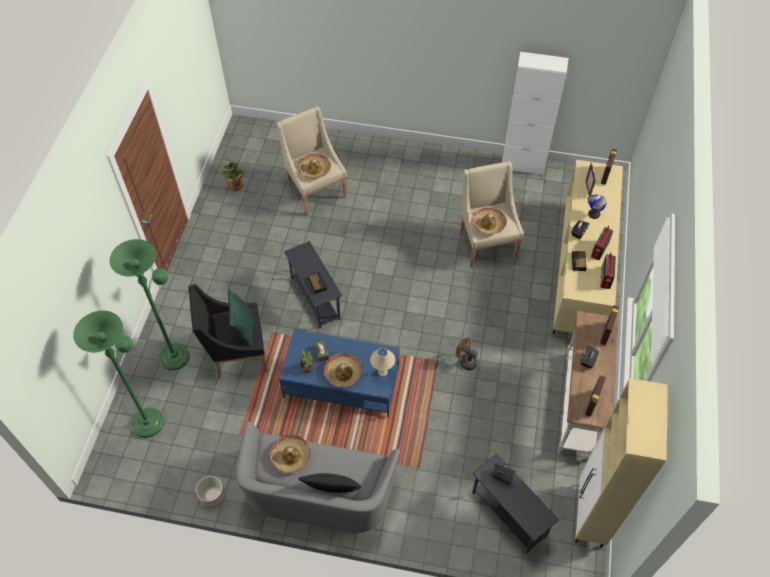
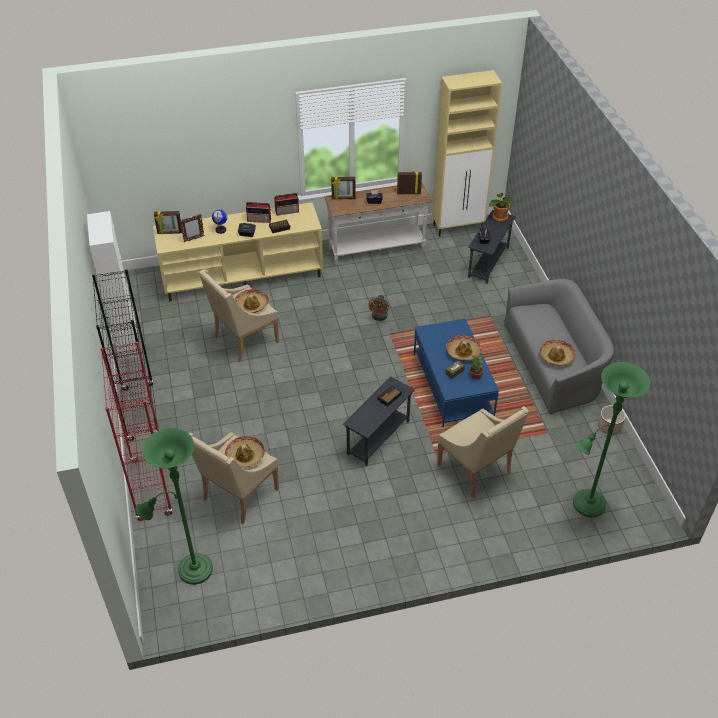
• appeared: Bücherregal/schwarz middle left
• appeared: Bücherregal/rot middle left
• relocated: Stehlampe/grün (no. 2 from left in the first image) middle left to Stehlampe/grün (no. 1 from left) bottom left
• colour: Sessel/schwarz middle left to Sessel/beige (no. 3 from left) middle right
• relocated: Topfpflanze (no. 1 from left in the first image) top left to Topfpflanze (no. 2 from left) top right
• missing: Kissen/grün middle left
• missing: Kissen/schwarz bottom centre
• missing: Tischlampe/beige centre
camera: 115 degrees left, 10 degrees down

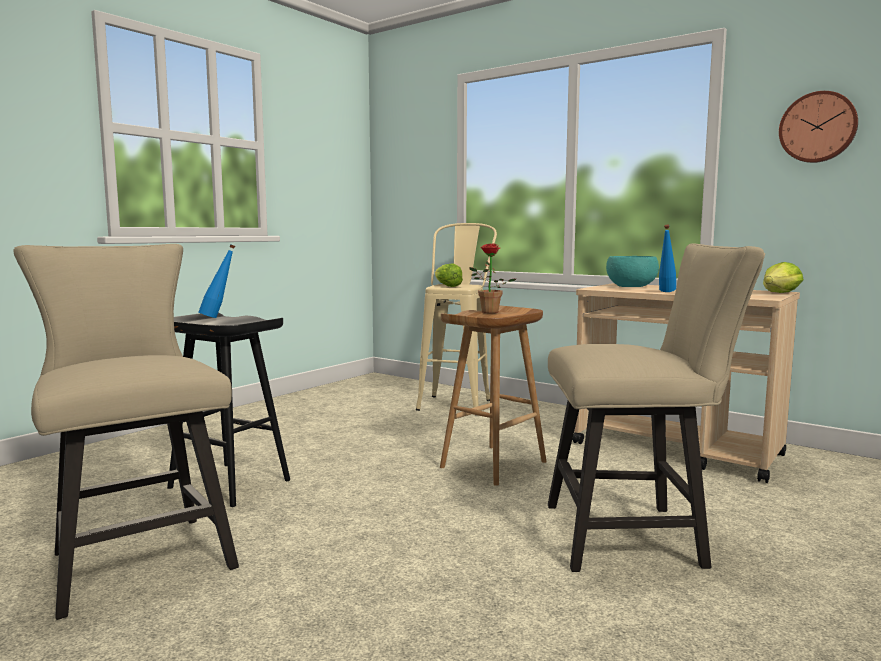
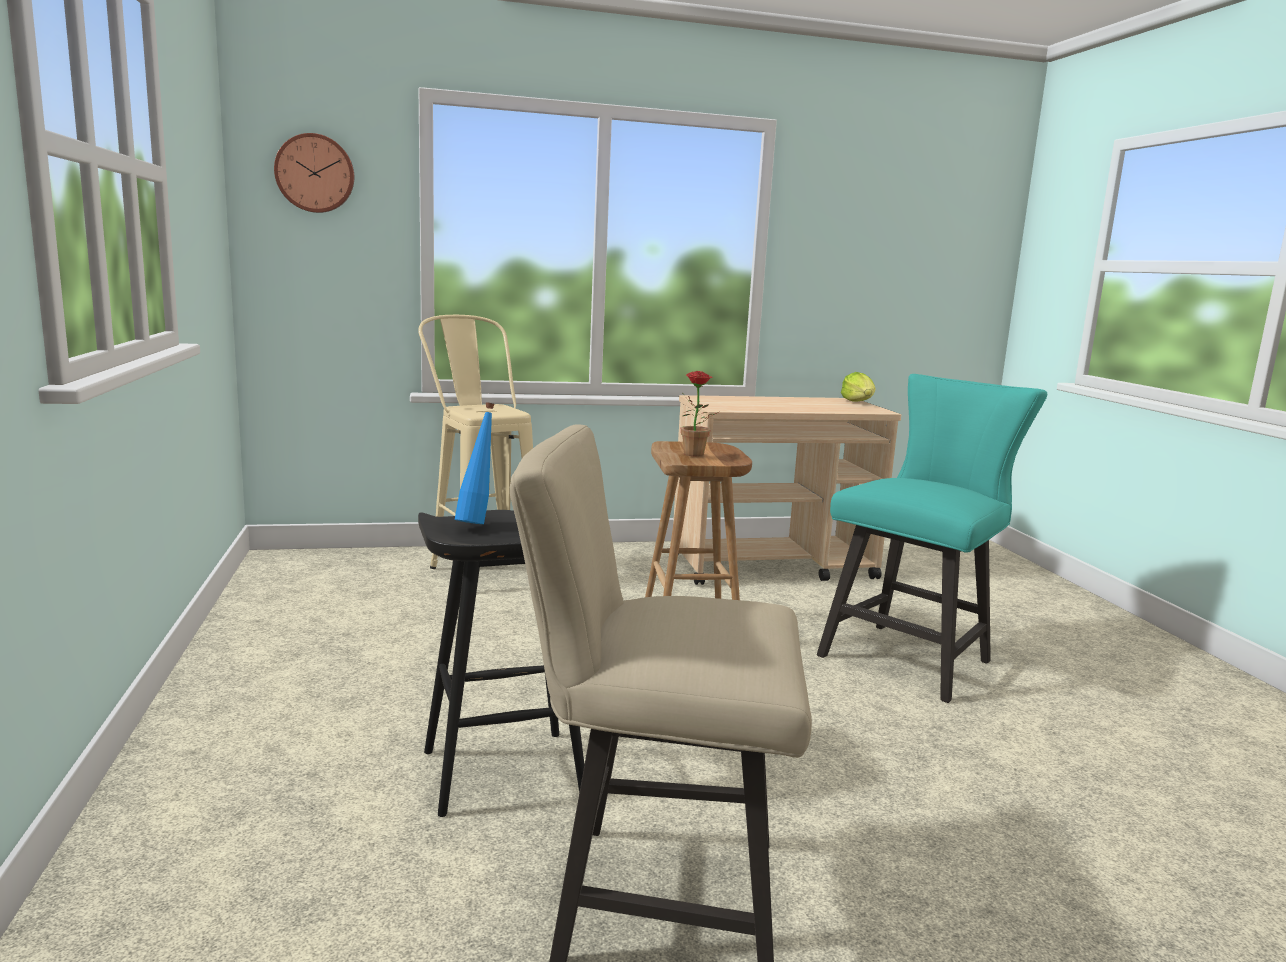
• relocated: Wanduhr top right to top left
• colour: Stuhl/beige (no. 2 from left) middle right to Stuhl/türkis middle right
• missing: Salatkopf (no. 1 from left) centre
• missing: Schüssel/türkis middle right
• missing: Flasche/blau (no. 2 from left) middle right
camera: 50 degrees left, 5 degrees up

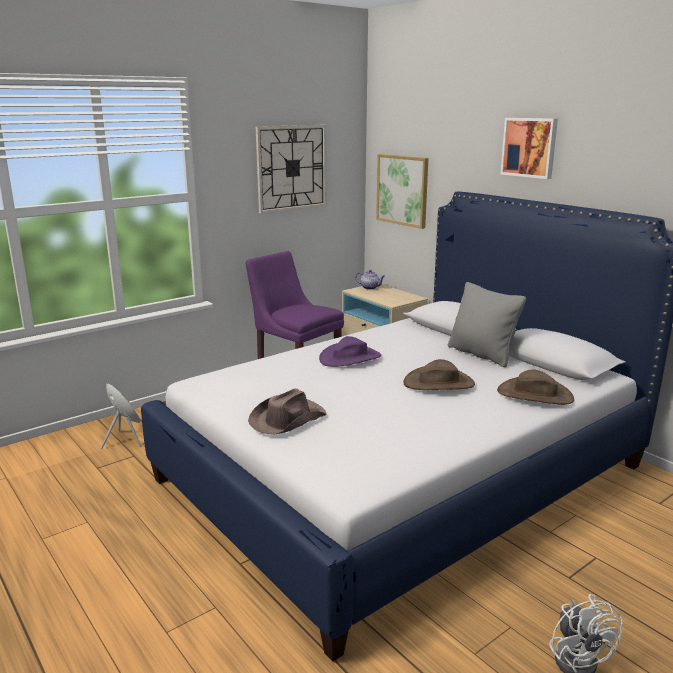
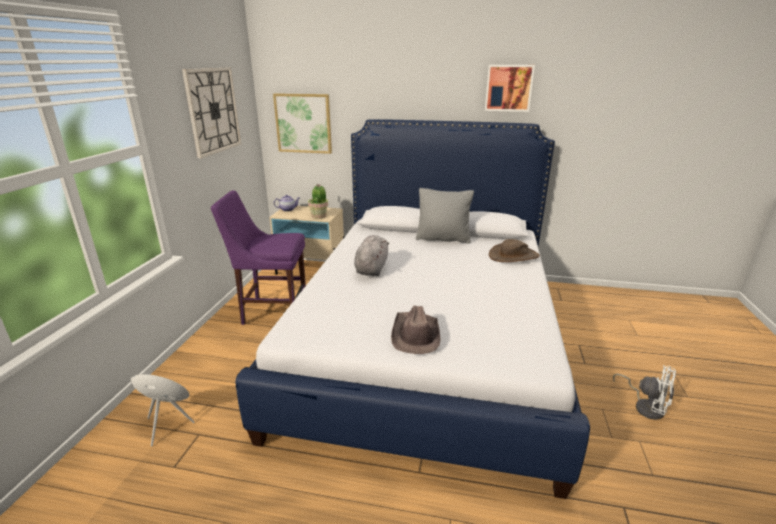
• appeared: Topfpflanze centre
• exchanged: Hut/lila centre to Plüschtier/grau centre
• relocated: Bild (no. 2 from left) top right to top centre
• missing: Hut/braun (no. 2 from left) centre
camera: 40 degrees left, 5 degrees up

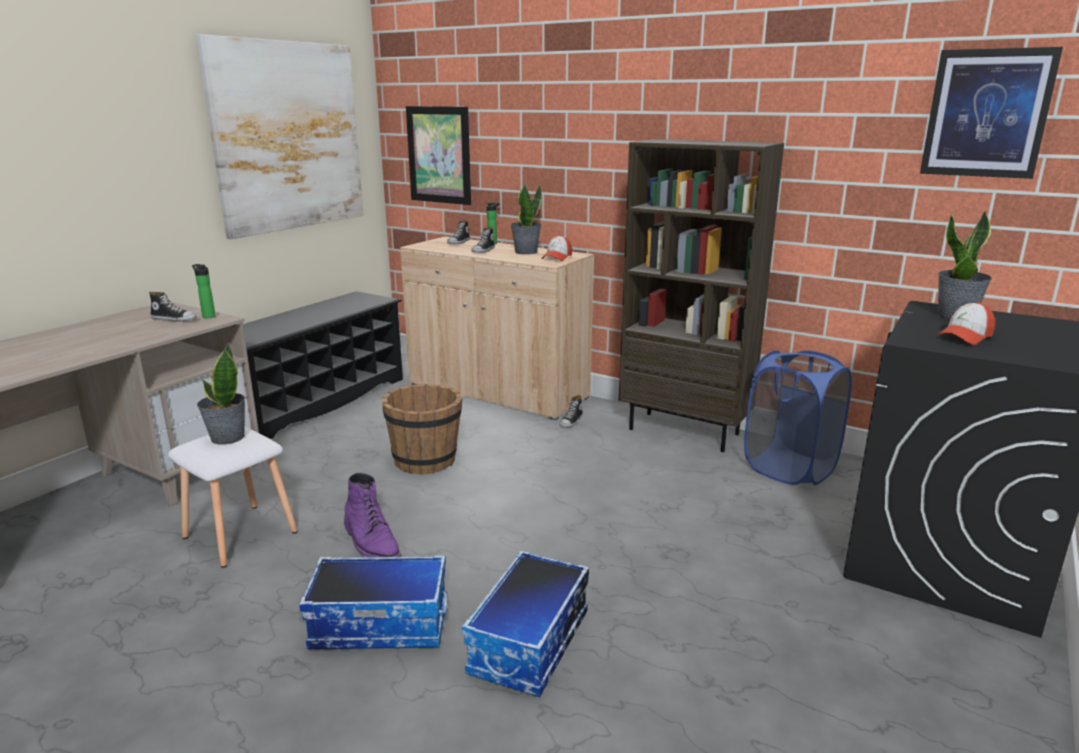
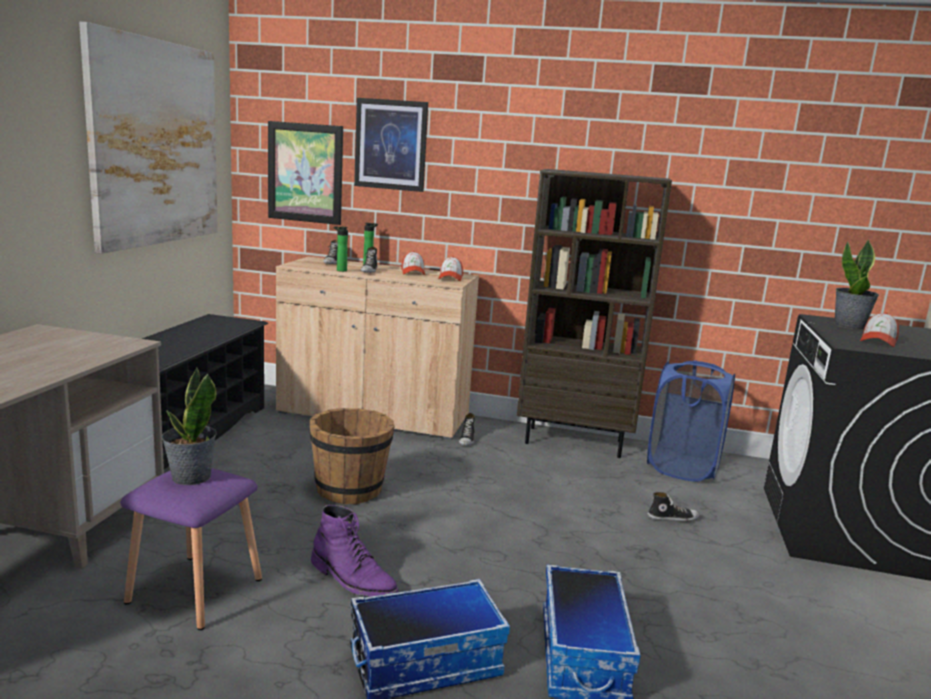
• colour: Hocker/weiß middle left to Hocker/lila bottom left
• relocated: Flasche (no. 1 from left) middle left to centre
• relocated: Bild (no. 3 from left) top right to top centre
• exchanged: Topfpflanze (no. 2 from left) top centre to Kappe (no. 1 from left) centre
• relocated: Schuh (no. 1 from left in the first image) middle left to Schuh (no. 4 from left) bottom right
camera: 20 degrees left, 5 degrees down

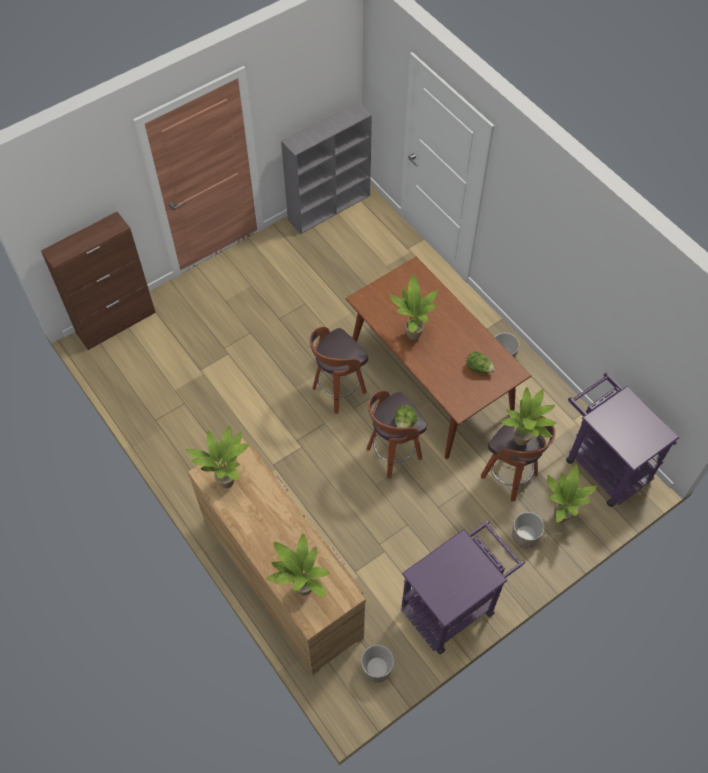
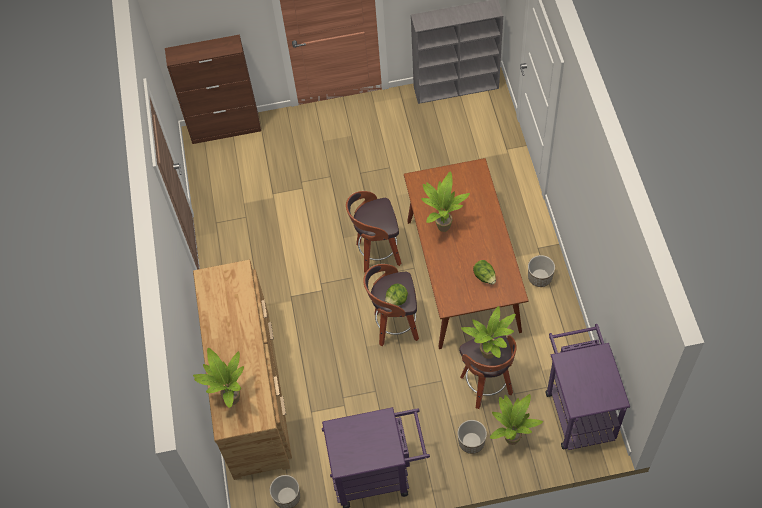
• missing: Topfpflanze (no. 1 from left) middle left
camera: 30 degrees right, 0 degrees up

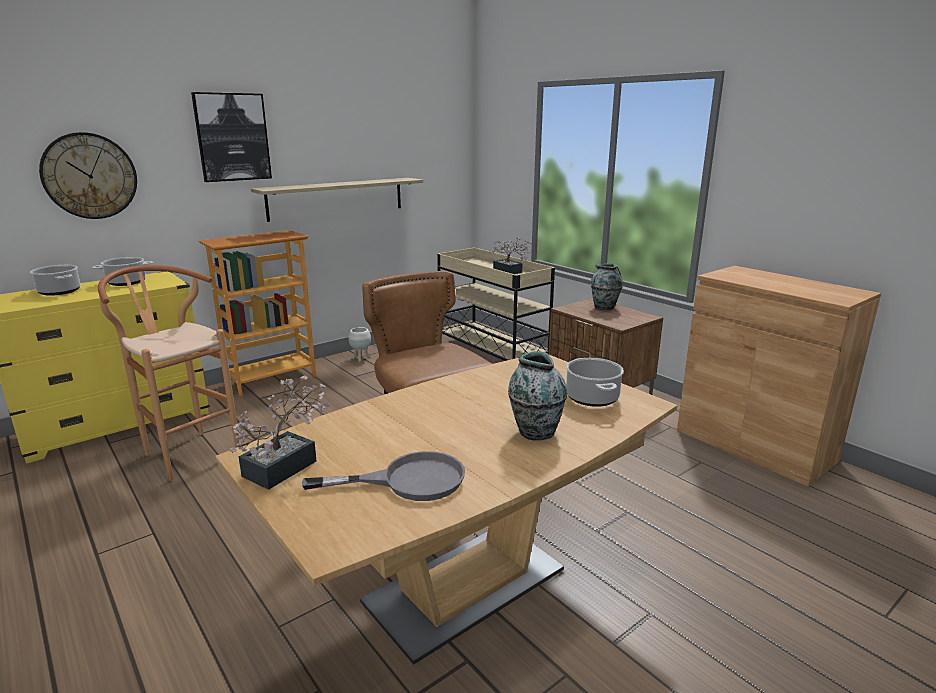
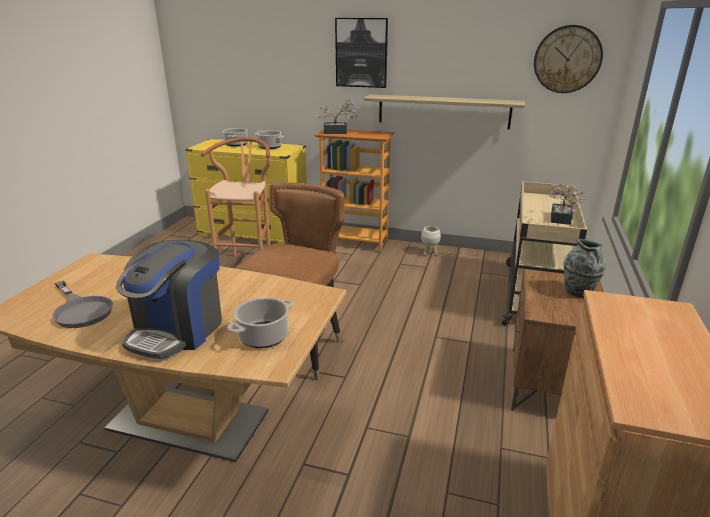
• exchanged: Vase (no. 1 from left) centre to Kaffeemaschine middle left
• relocated: Topfpflanze (no. 1 from left) middle left to top centre
• relocated: Wanduhr top left to top right
camera: 55 degrees right, 5 degrees up

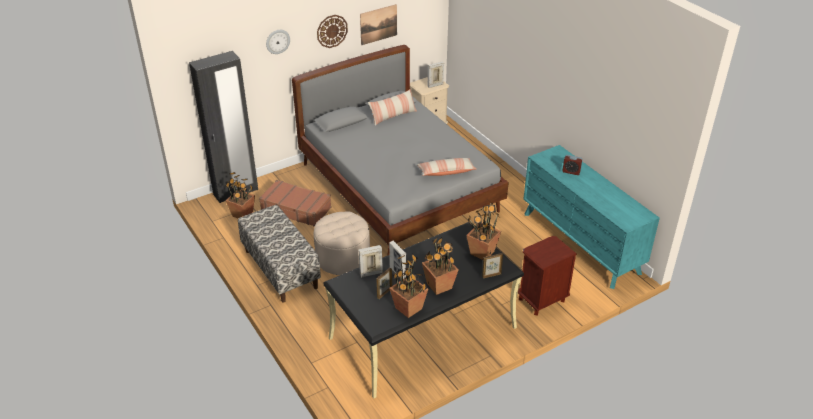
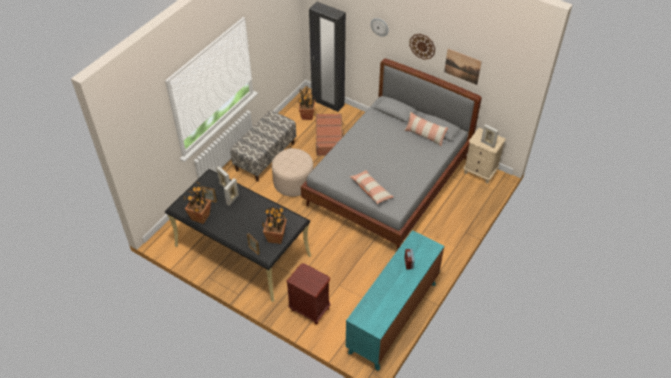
• missing: Topfpflanze (no. 3 from left) centre
camera: 65 degrees right, 10 degrees up

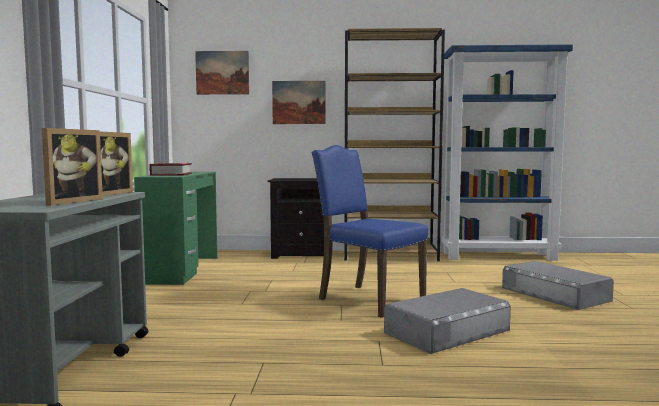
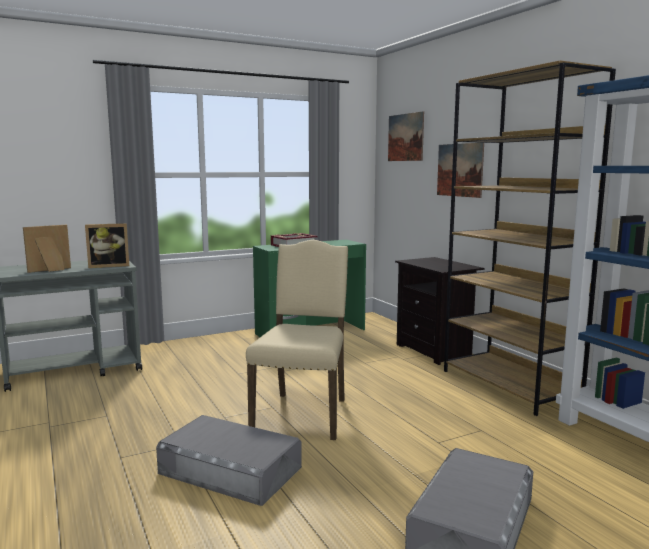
• spun: Bilderrahmen (no. 1 from left) middle left = middle left 150 degrees clockwise
• colour: Stuhl/blau centre to Stuhl/beige centre
camera: 60 degrees right, 5 degrees up

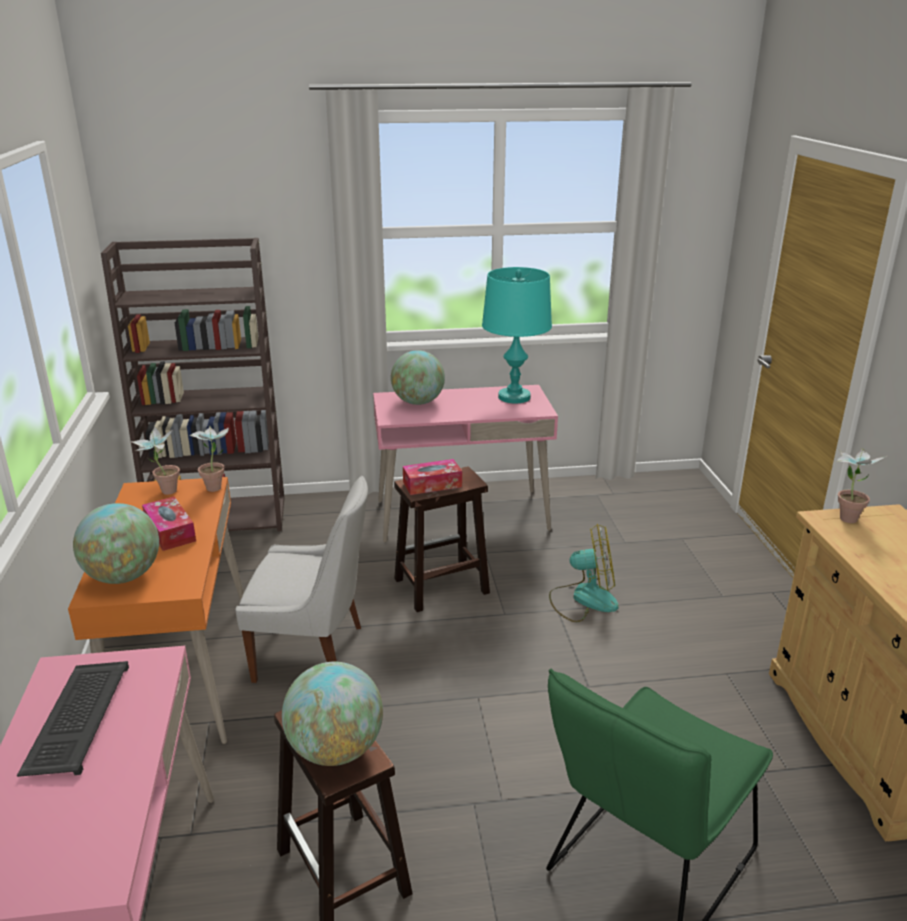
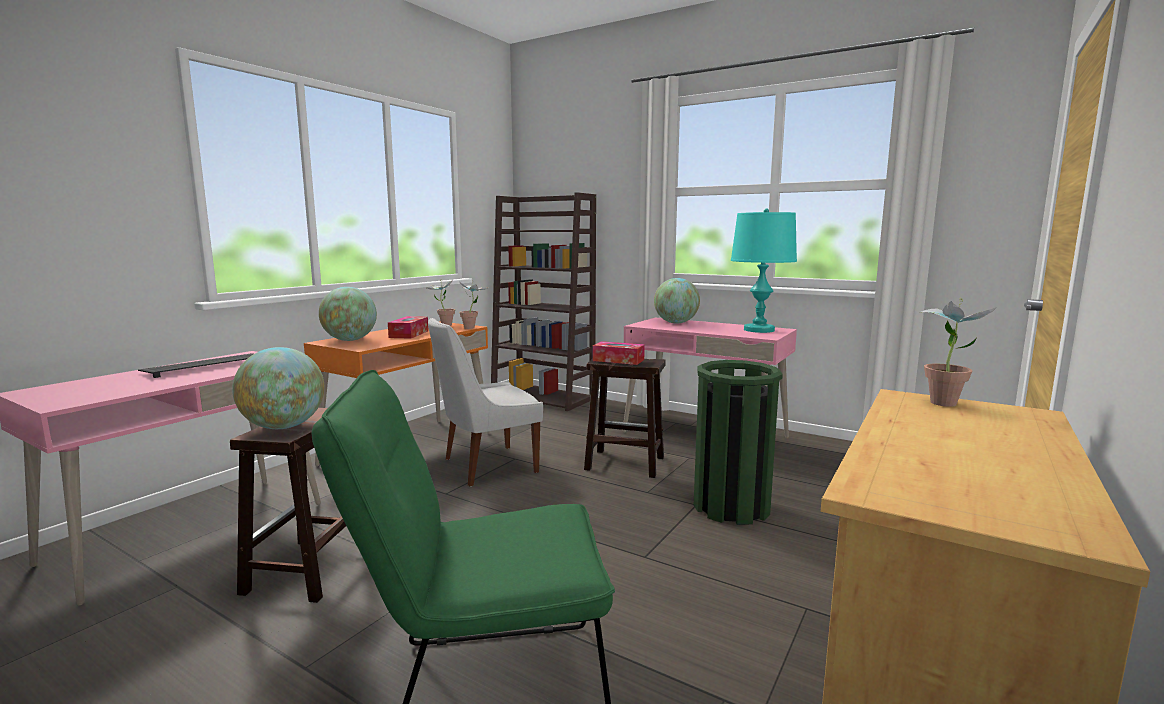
• spun: Stuhl/weiß middle left = centre 105 degrees clockwise
• exchanged: Ventilator centre to Mülleimer/grün centre
camera: 40 degrees right, 15 degrees down

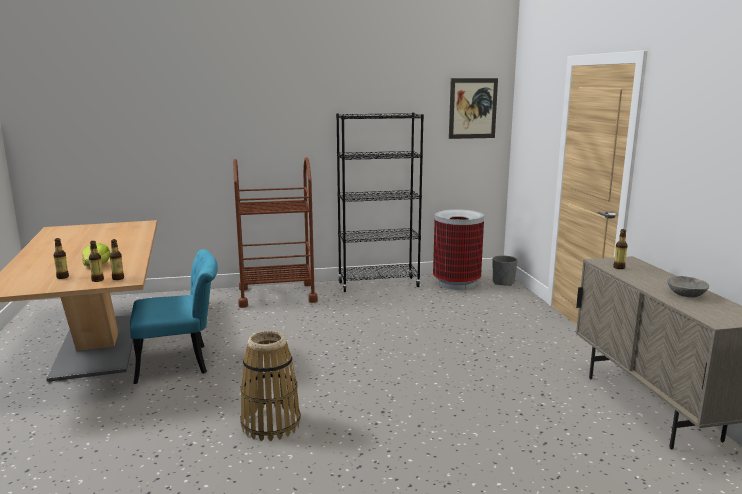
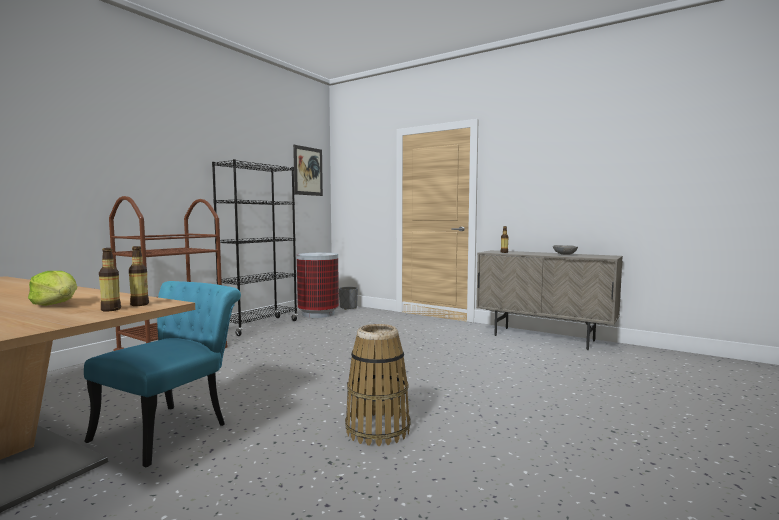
• missing: Flasche (no. 1 from left) middle left
camera: 45 degrees left, 10 degrees down

